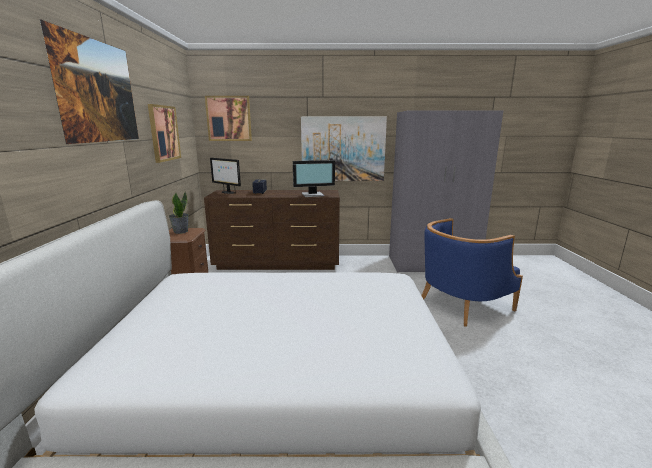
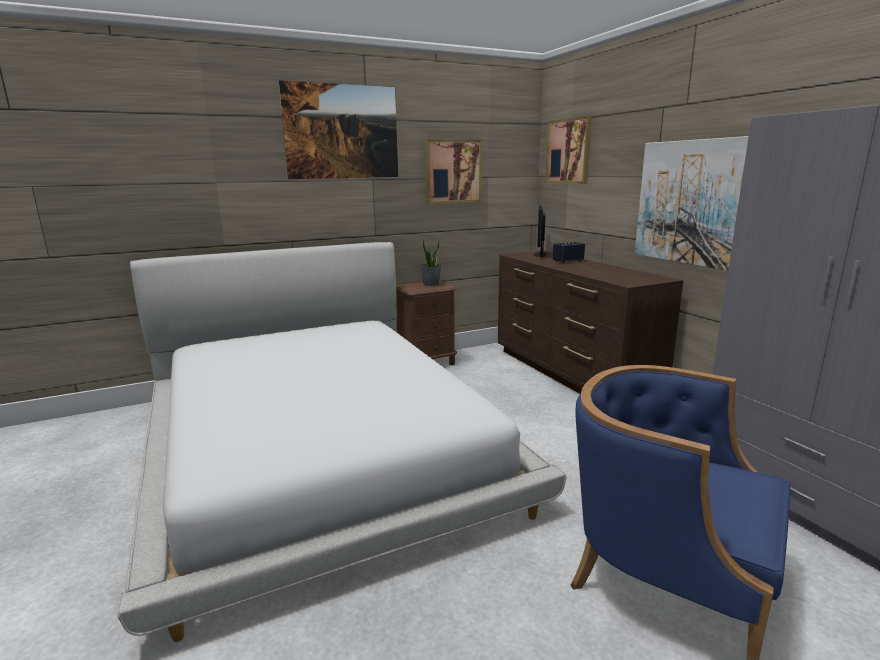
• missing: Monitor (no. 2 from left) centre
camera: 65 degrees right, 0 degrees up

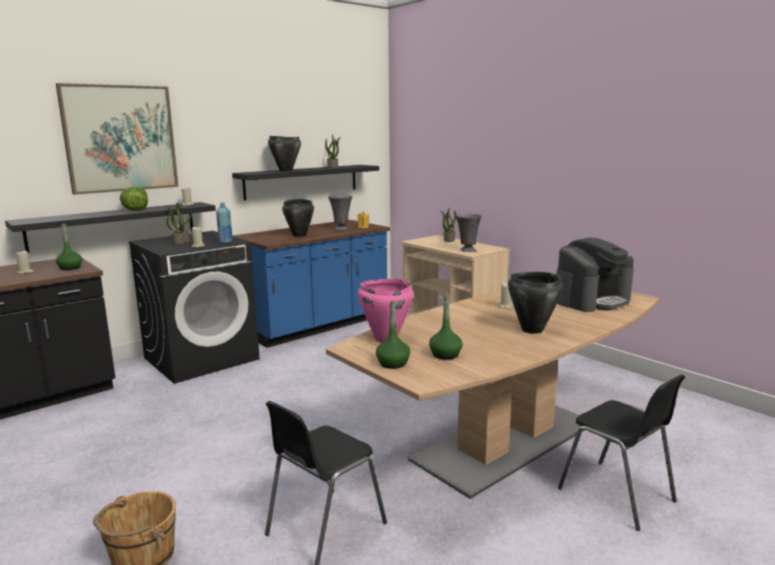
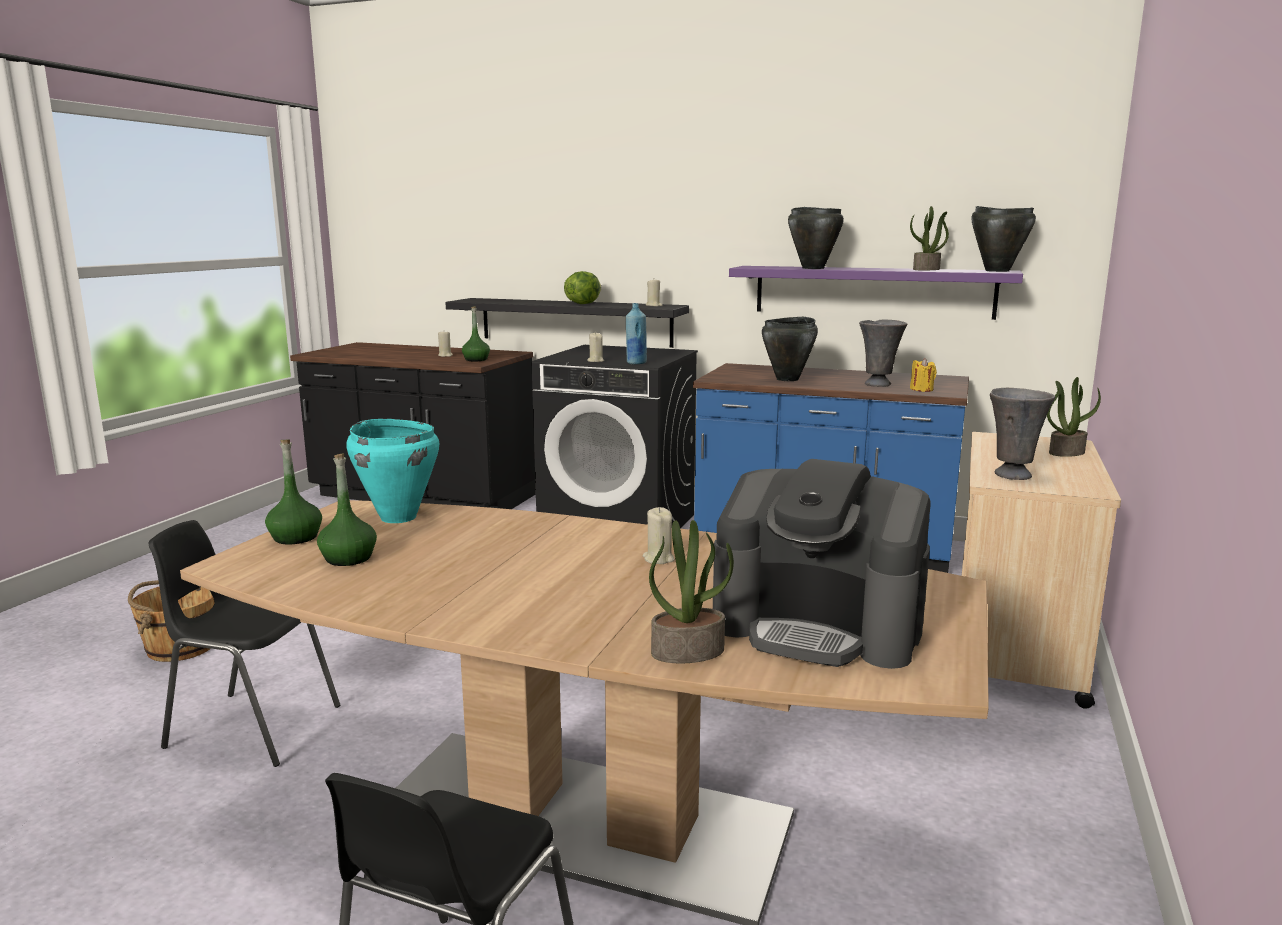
• colour: Kochtopf/rosa centre to Kochtopf/türkis middle left
• relocated: Topfpflanze (no. 1 from left) middle left to centre
• colour: Wandregal/schwarz (no. 2 from left) top centre to Wandregal/lila top right
• relocated: Kochtopf/schwarz (no. 3 from left) middle right to top right
• missing: Bild top left
camera: 60 degrees right, 0 degrees up

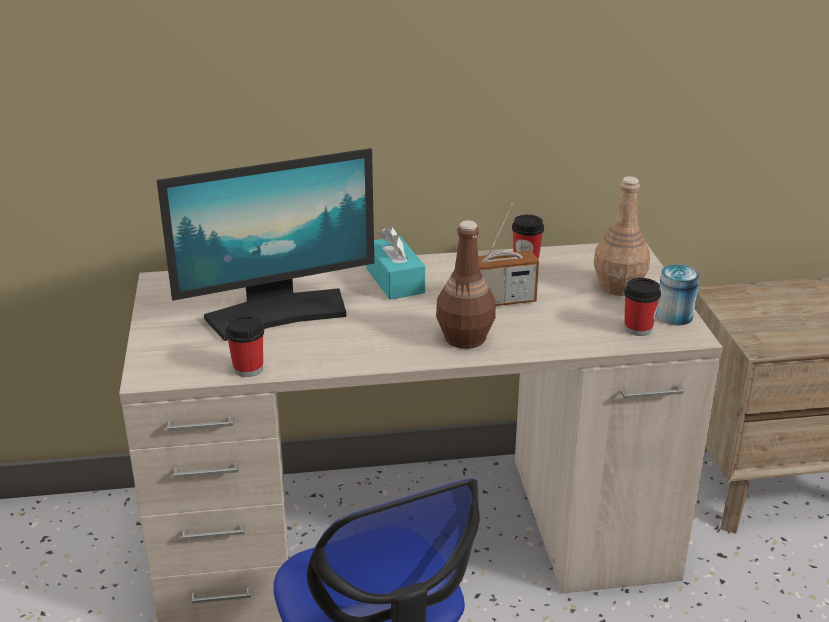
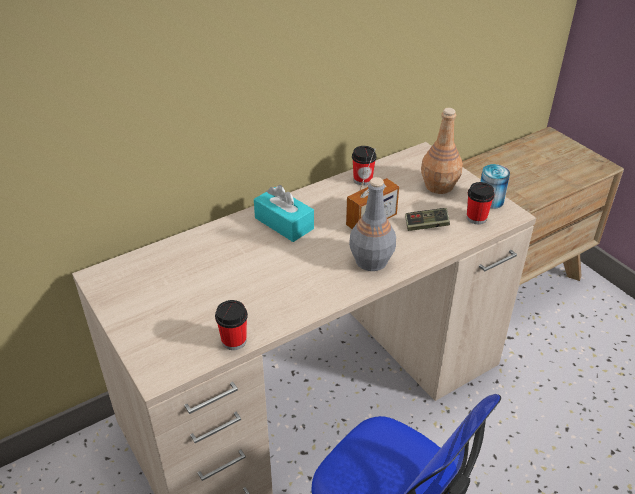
• colour: Flasche/braun (no. 1 from left) centre to Flasche/grau centre
• appeared: Gamepad middle right
• missing: Monitor middle left
camera: 25 degrees left, 10 degrees up

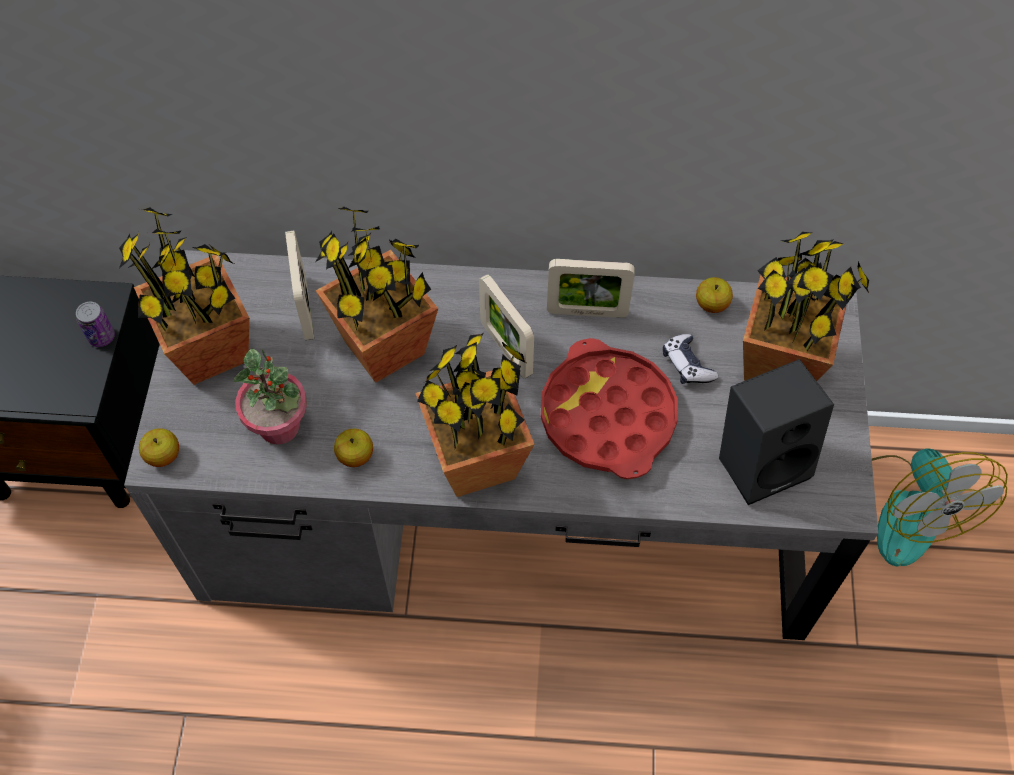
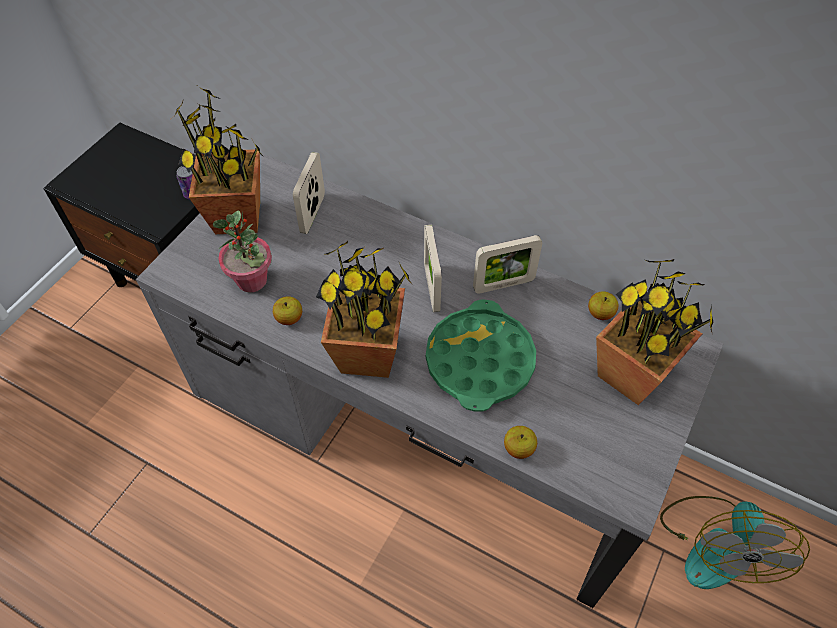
• colour: Tablett/rot centre to Tablett/grün centre
• spun: Bilderrahmen (no. 3 from left) centre = centre 45 degrees counterclockwise
• relocated: Apfel (no. 1 from left in the first image) middle left to Apfel (no. 2 from left) bottom centre
• missing: Topfpflanze (no. 3 from left) centre
• missing: Gamepad middle right
• missing: Lautsprecher/schwarz middle right
camera: 25 degrees right, 5 degrees down

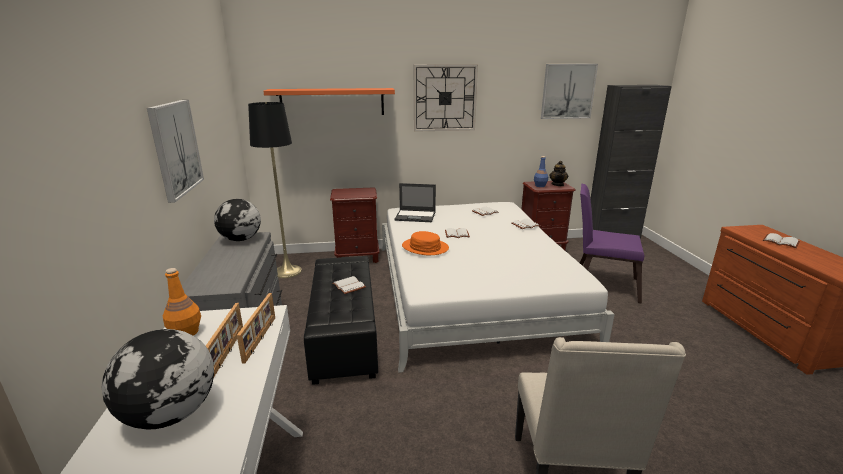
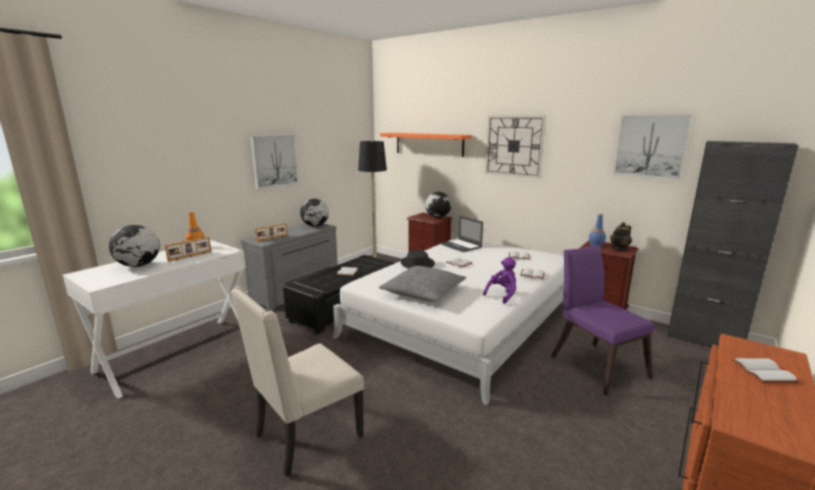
• relocated: Bilderrahmen (no. 2 from left) bottom left to middle left
• appeared: Kissen/grau centre
• colour: Hut/orange centre to Hut/schwarz centre
• appeared: Globus (no. 3 from left) centre
• appeared: Plüschtier/lila centre
camera: 45 degrees right, 5 degrees down

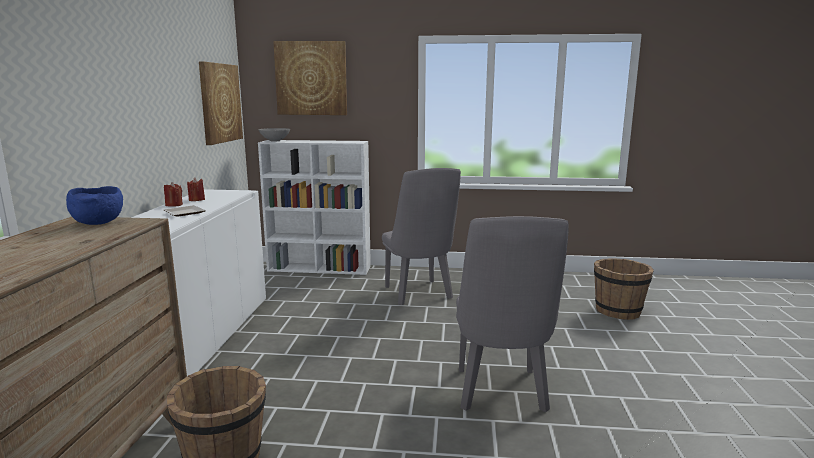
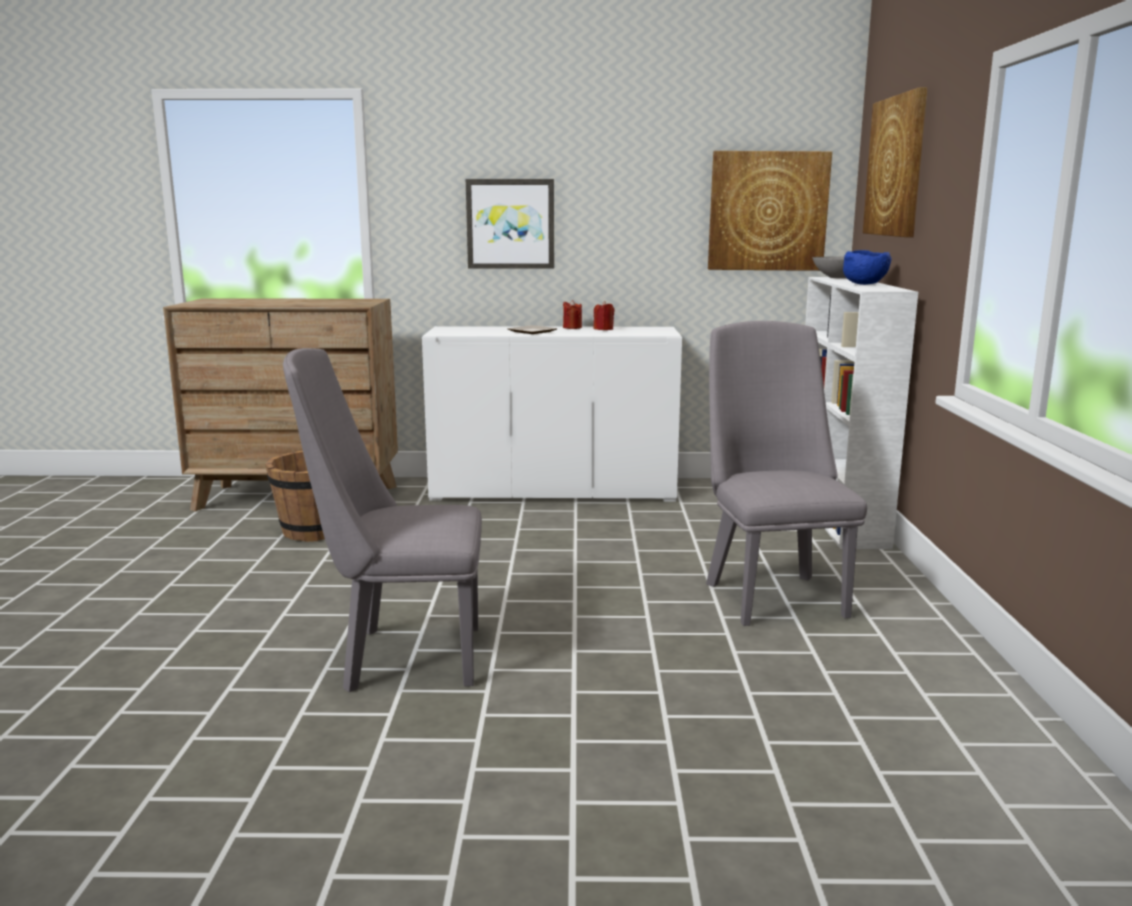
• appeared: Bild (no. 1 from left) top centre
• spun: Stuhl/grau (no. 1 from left in the first image) centre = middle right 105 degrees clockwise
• relocated: Schüssel/blau middle left to top right
• missing: Eimer/braun (no. 2 from left) middle right
camera: 85 degrees right, 0 degrees up

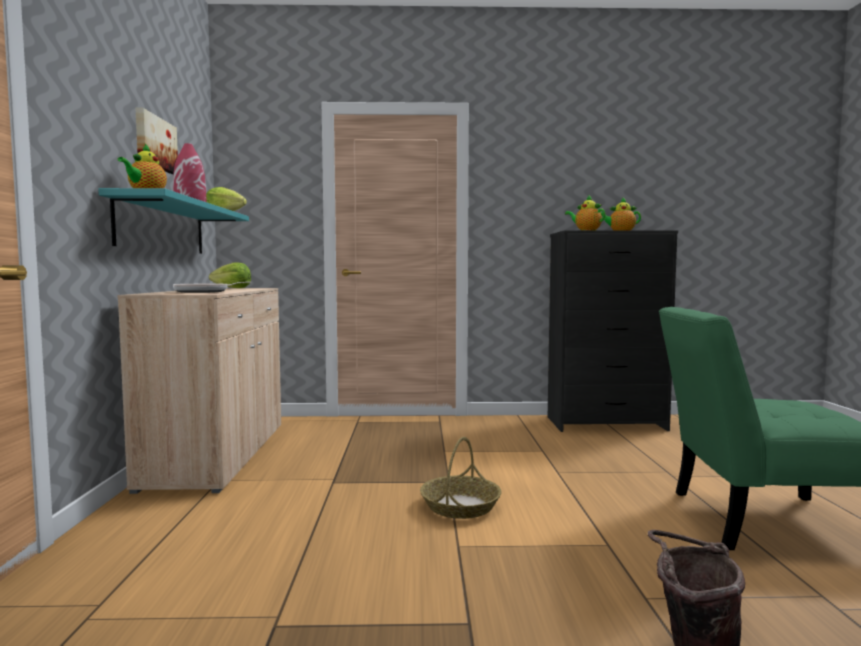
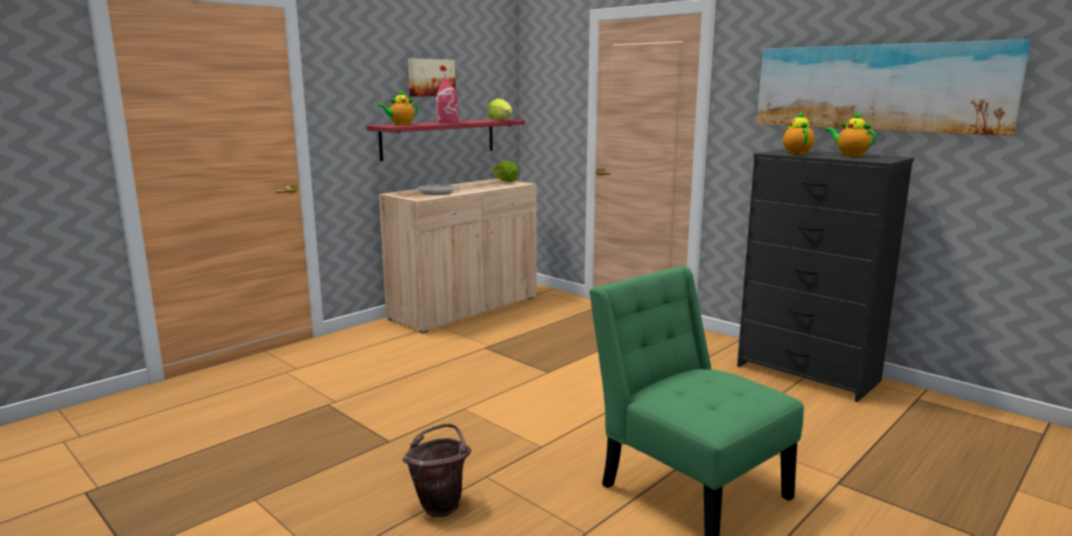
• colour: Wandregal/türkis middle left to Wandregal/rot top centre
• appeared: Bild (no. 2 from left) top right
• missing: Korb bottom centre
camera: 45 degrees right, 10 degrees up

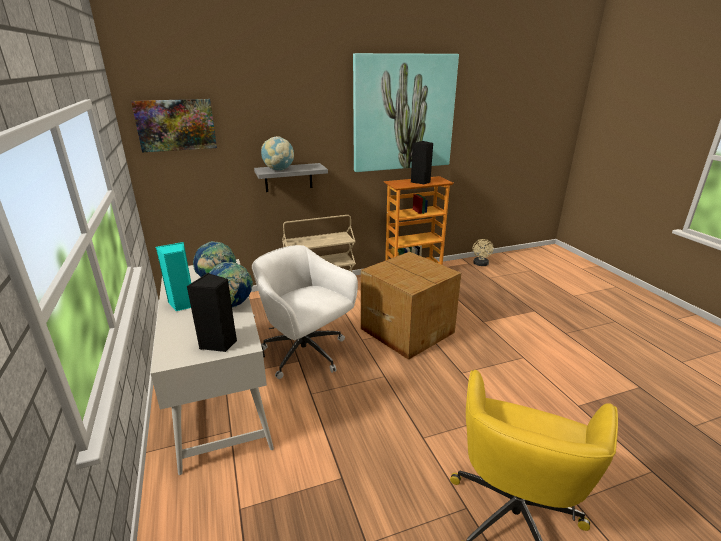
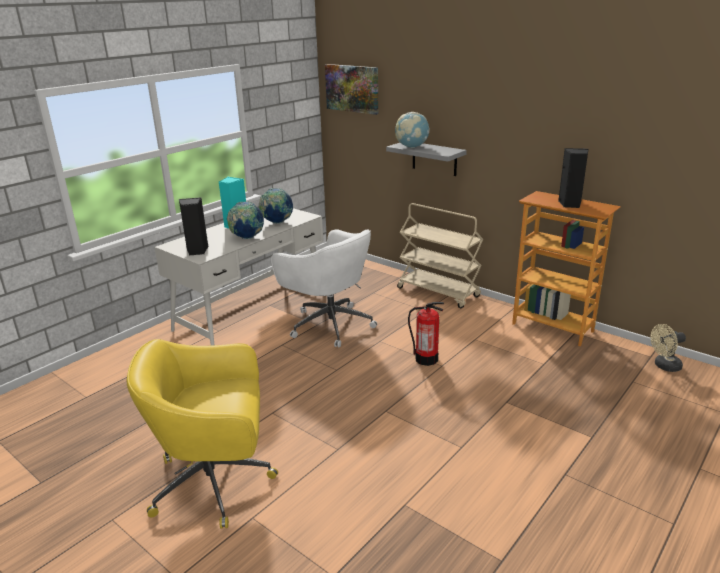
• spun: Bürostuhl/weiß centre = centre 120 degrees clockwise
• exchanged: Karton centre to Feuerlöscher centre
• missing: Bild (no. 2 from left) top centre
camera: 60 degrees right, 0 degrees up

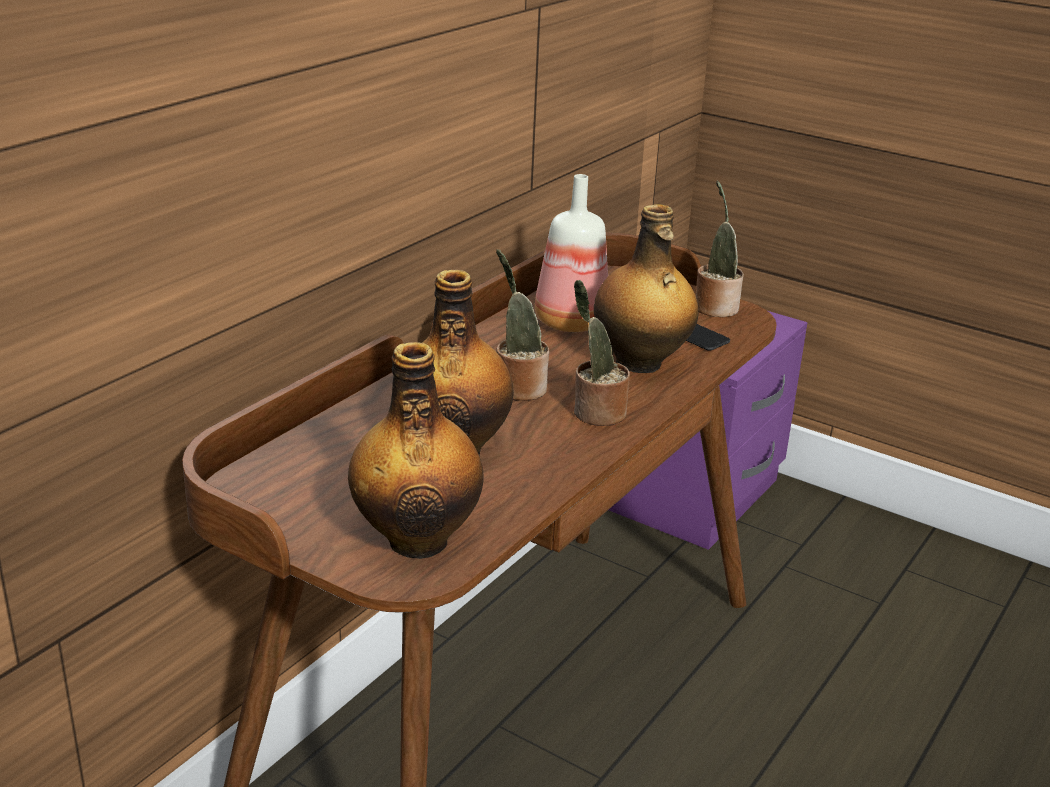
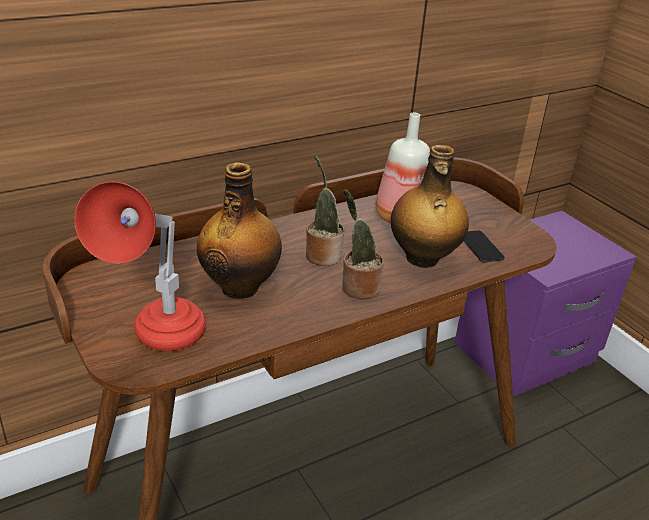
• exchanged: Flasche (no. 1 from left) centre to Tischlampe/rot middle left
• missing: Topfpflanze (no. 3 from left) top right
camera: 25 degrees right, 5 degrees up

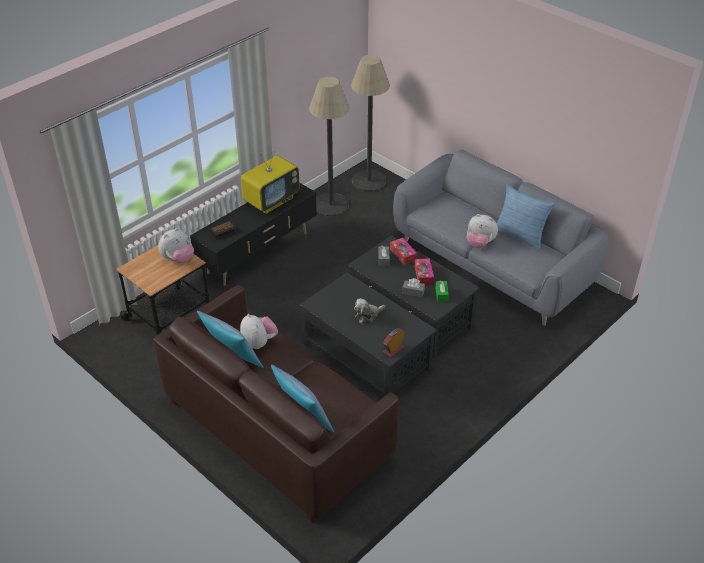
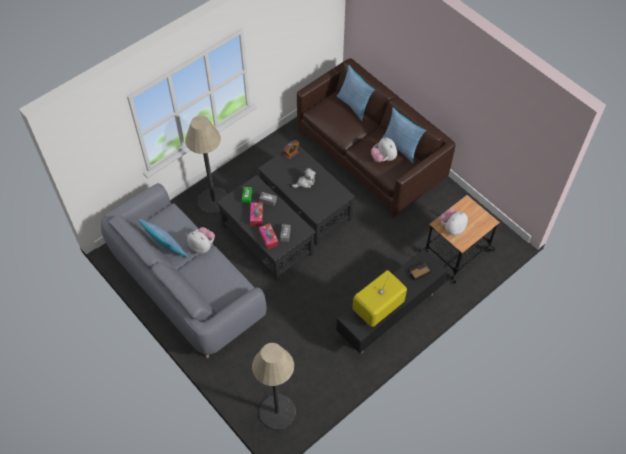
• relocated: Stehlampe (no. 1 from left) top centre to middle left
camera: 175 degrees left, 15 degrees up

